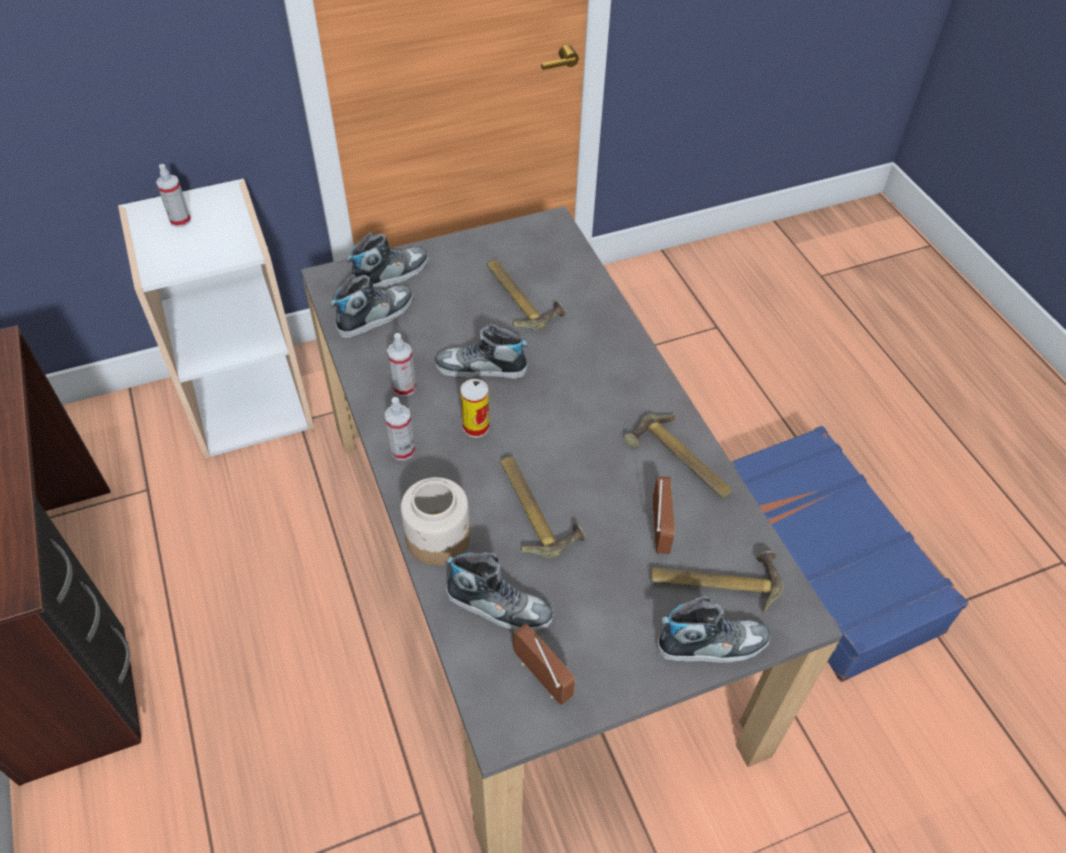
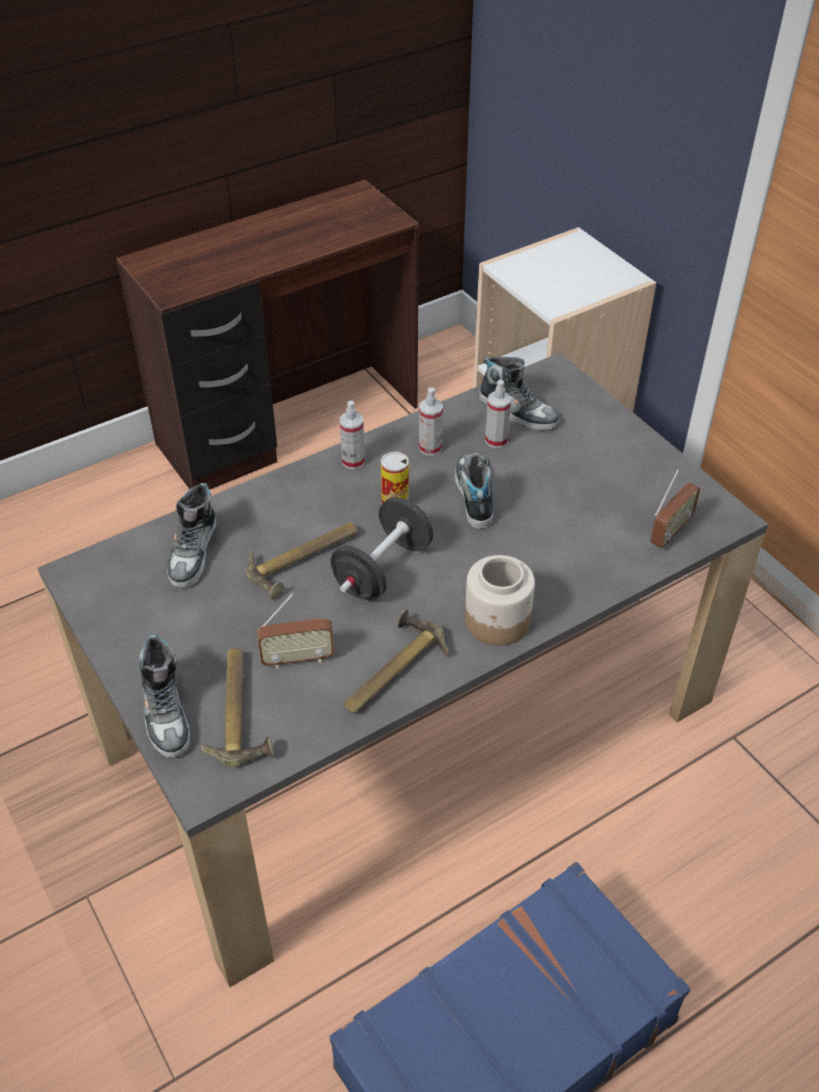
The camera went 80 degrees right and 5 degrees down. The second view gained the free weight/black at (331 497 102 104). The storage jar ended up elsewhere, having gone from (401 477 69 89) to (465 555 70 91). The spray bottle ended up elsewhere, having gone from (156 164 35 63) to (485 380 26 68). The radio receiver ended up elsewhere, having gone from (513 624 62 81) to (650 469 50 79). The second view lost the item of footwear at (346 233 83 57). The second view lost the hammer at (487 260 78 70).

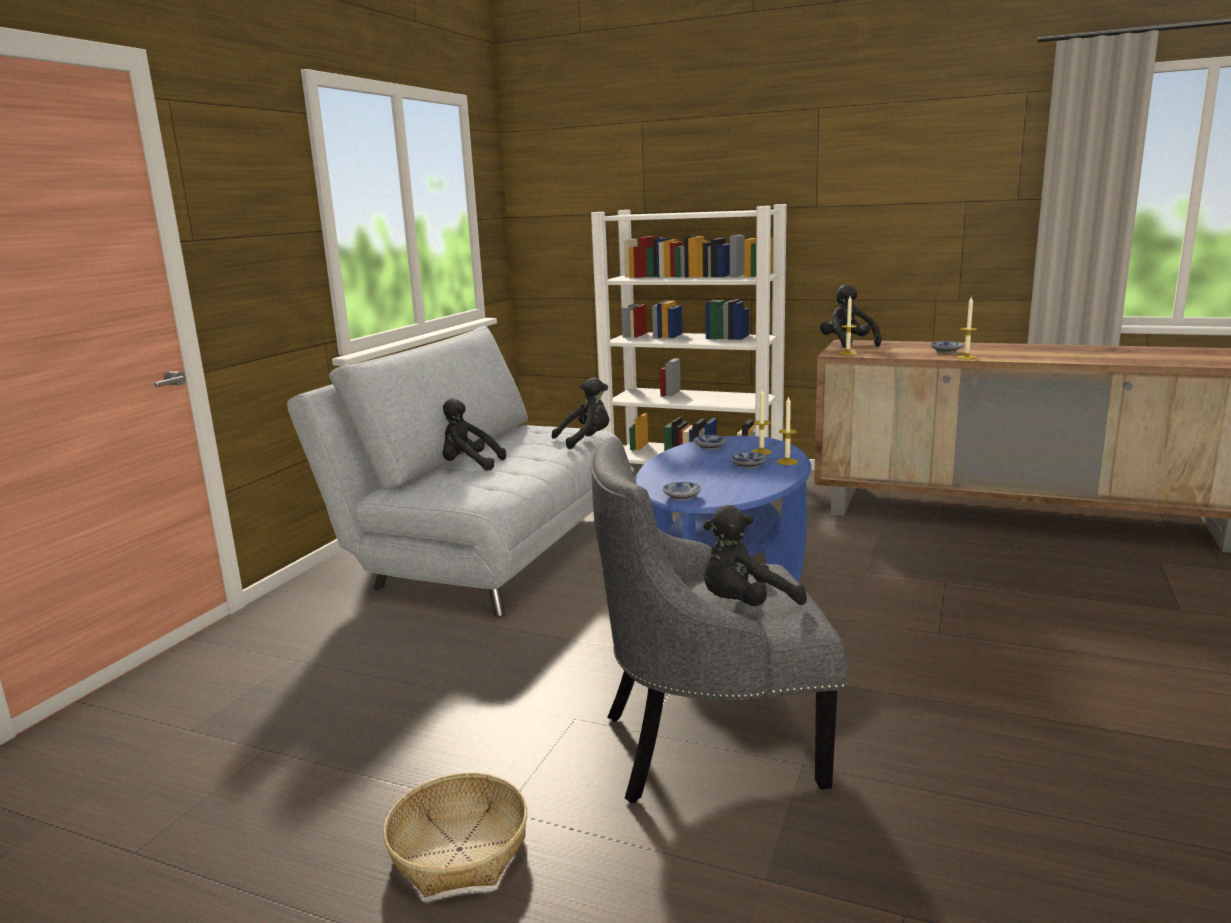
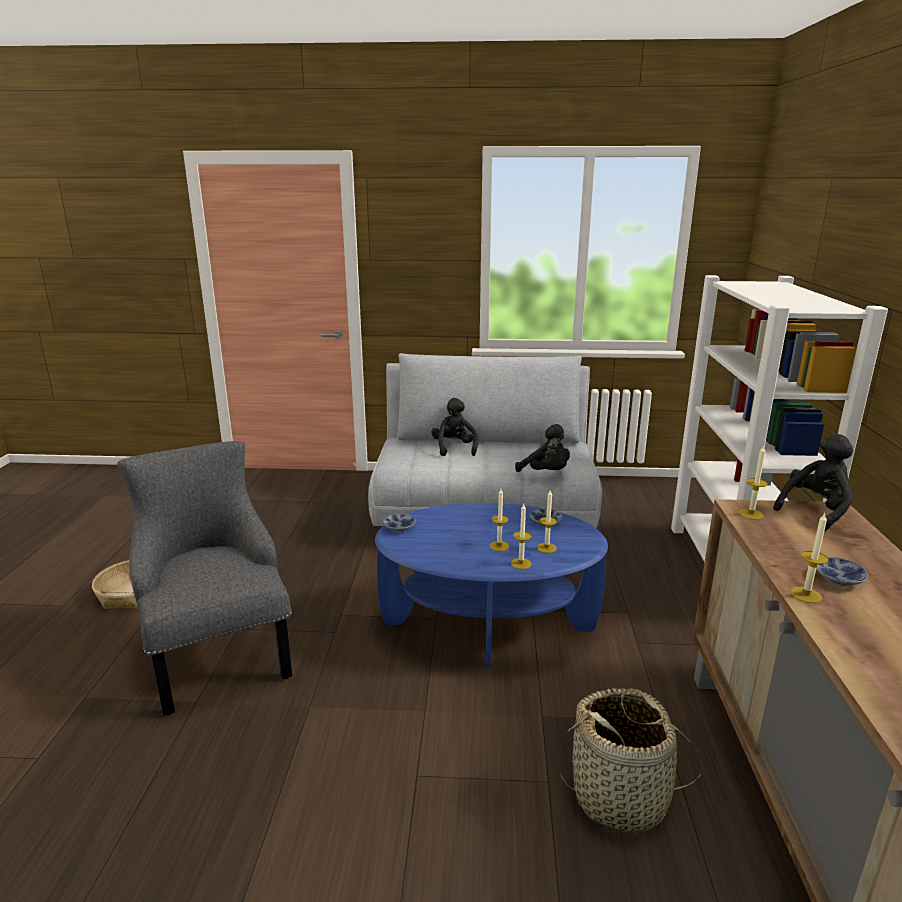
The camera went 70 degrees right and 5 degrees up. Where the serving bowl stood at (730 452 36 17), the candle came to stand at (489 489 20 62). The second view gained the storage basket at (560 688 142 144). The second view lost the plush toy/black at (703 505 104 101).

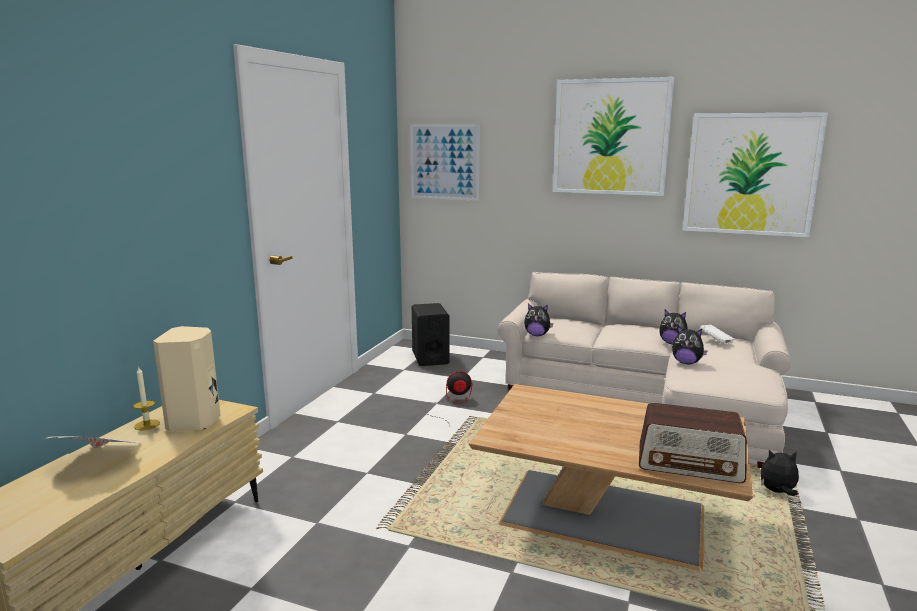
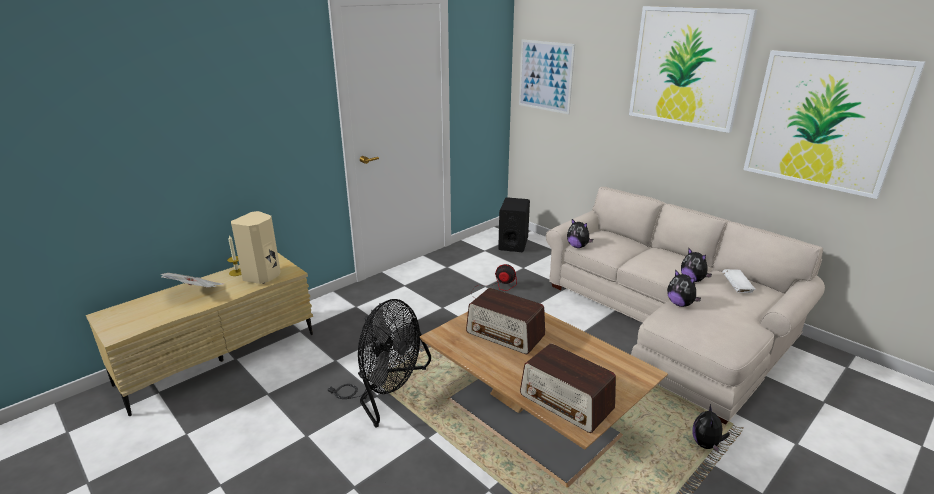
The camera went 25 degrees right and 10 degrees up. The second view gained the cooling fan/black at (328 299 103 129). The second view gained the radio receiver at (466 288 79 66). The plush toy at (760 450 39 46) ended up facing another way, 105 degrees counterclockwise from before.

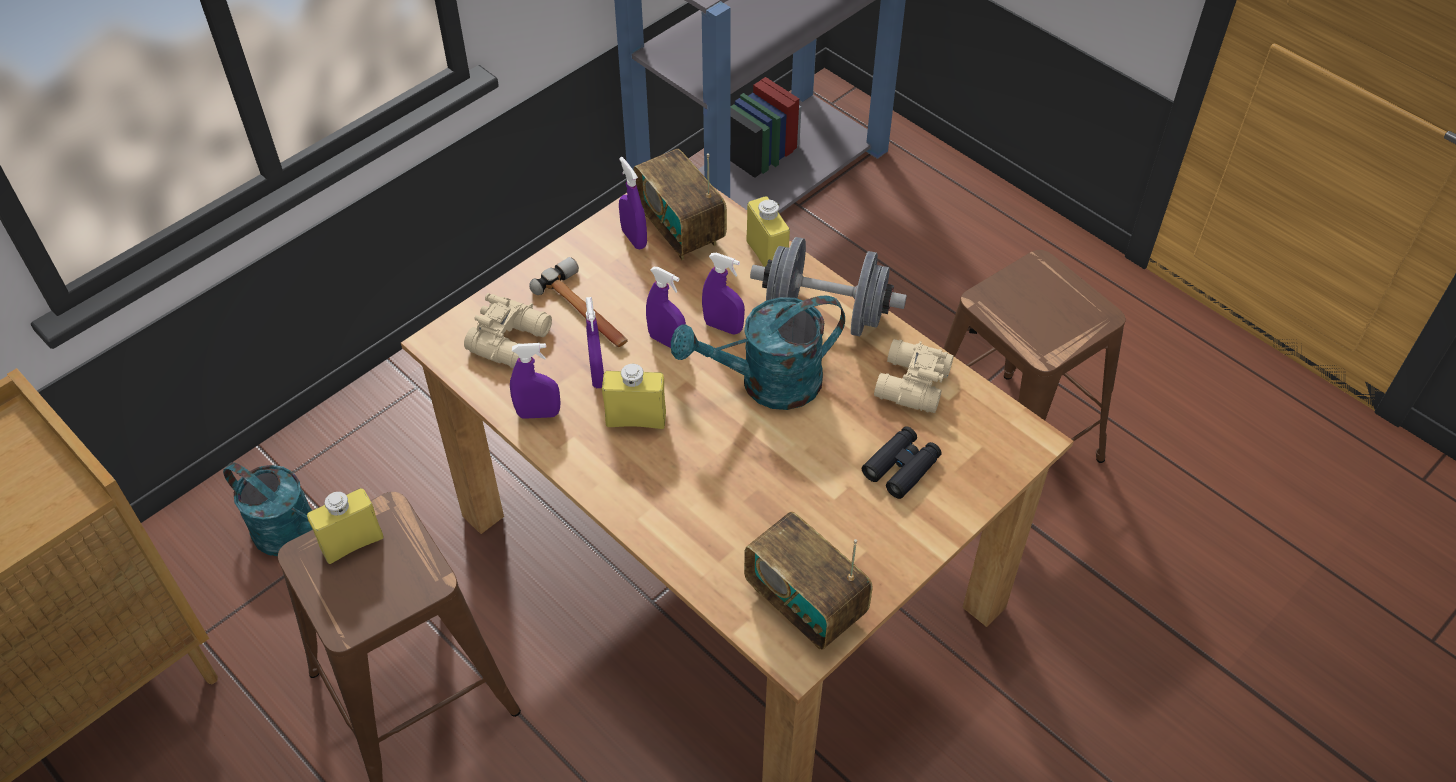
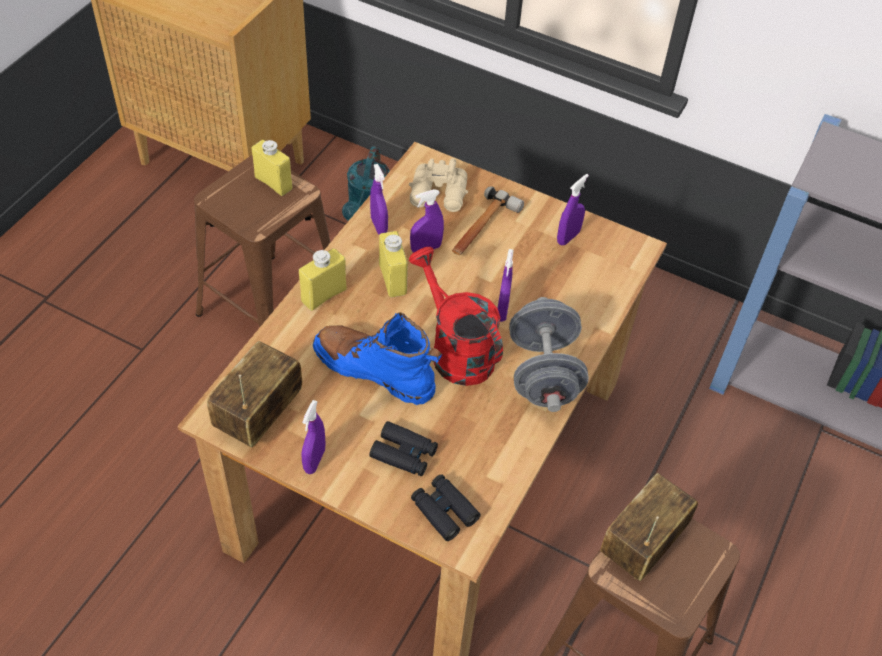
The camera went 70 degrees right and 0 degrees up. The bottle/yellow ended up elsewhere, having gone from (746 196 44 71) to (299 248 48 63). The spray bottle/purple-coloured ended up elsewhere, having gone from (646 267 40 81) to (301 400 25 74). The second view gained the tall boot/blue at (313 312 129 93). What was the watering pot/blue-green at (671 295 174 115) turned into the watering pot/red-coloured at (409 247 94 139). The second view gained the binoculars/black at (411 474 70 67). The radio receiver ended up elsewhere, having gone from (634 149 93 111) to (600 473 98 108). The second view lost the binoculars/beige-coloured at (874 339 80 74).

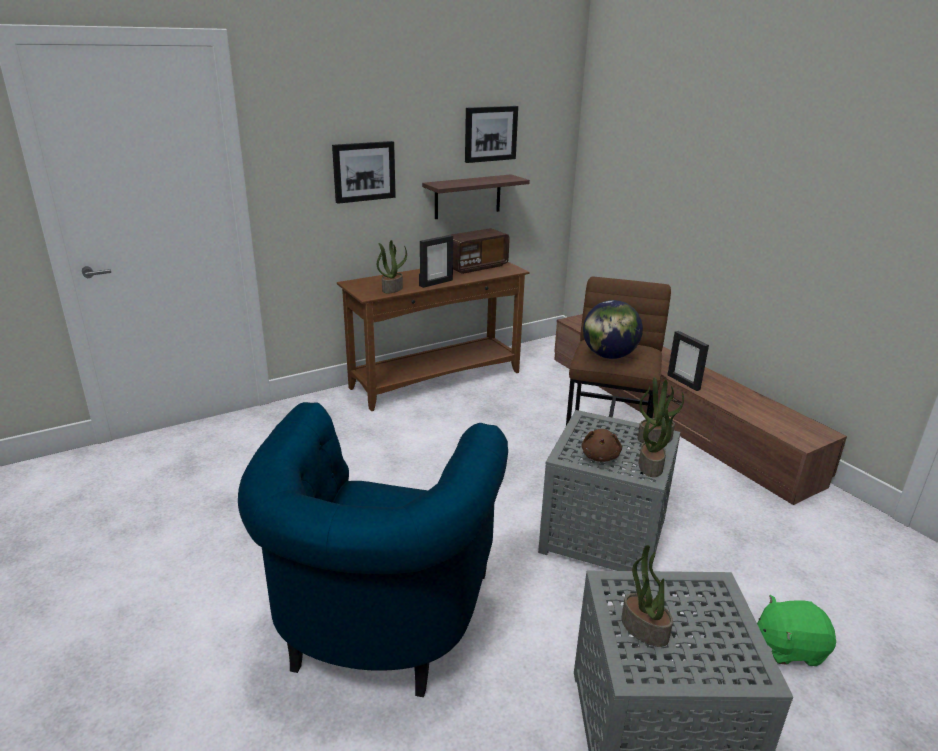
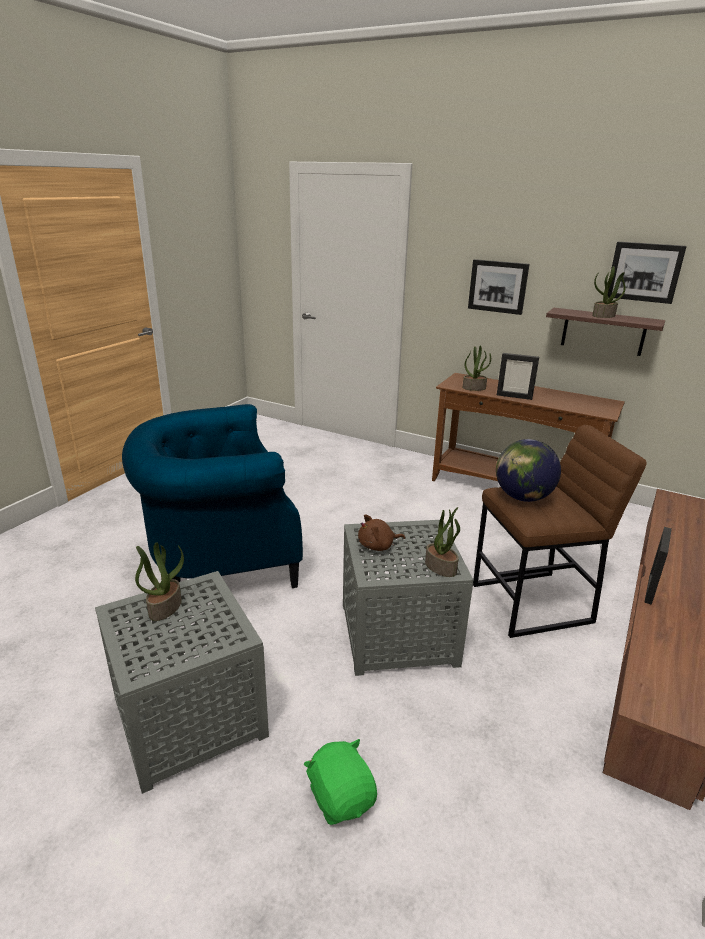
The camera went 60 degrees right and 0 degrees up. The plant in a pot ended up elsewhere, having gone from (639 406 41 71) to (592 266 34 52). The second view lost the radio receiver at (451 228 59 46).

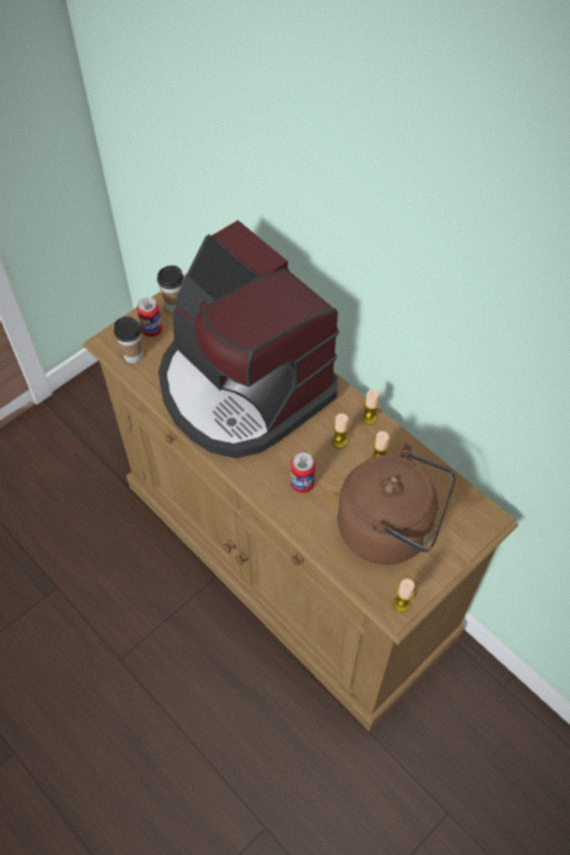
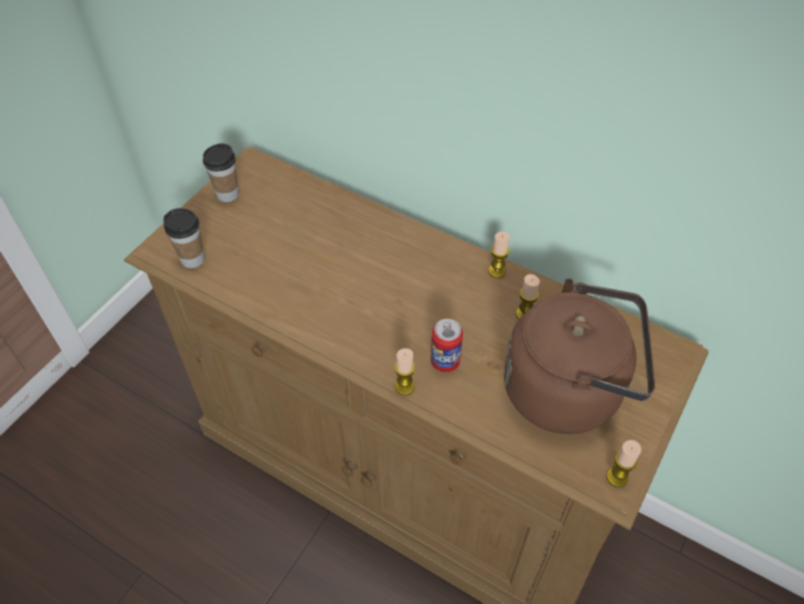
The camera went 15 degrees left and 5 degrees down. The candle ended up elsewhere, having gone from (332 413 17 36) to (394 348 21 48). The second view lost the sealed can at (137 297 26 40). The second view lost the coffee machine at (158 220 181 238).

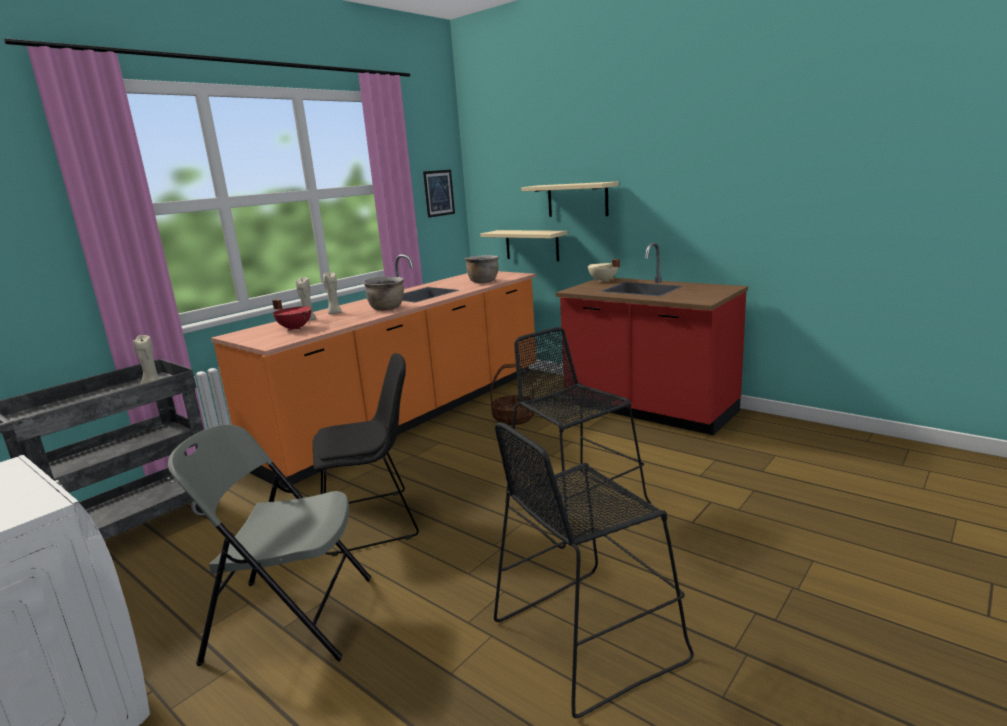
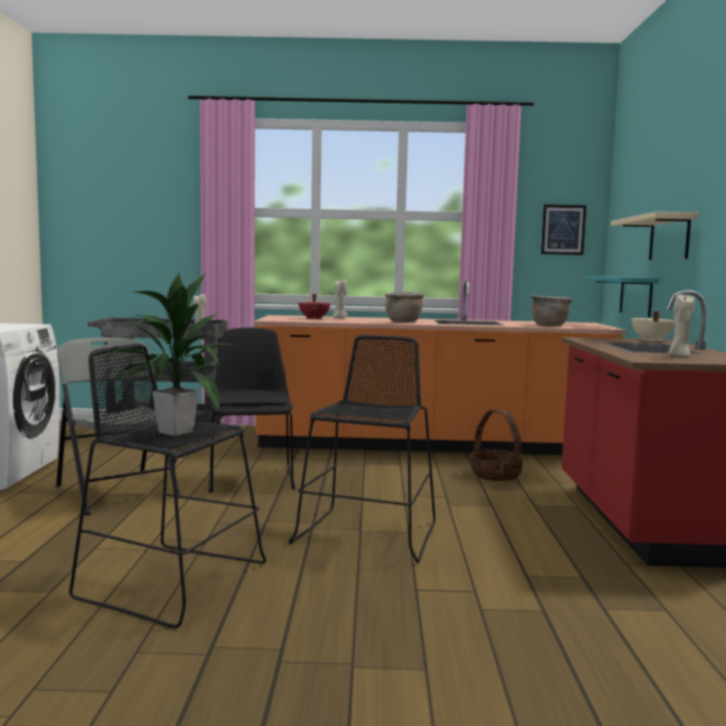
The camera went 50 degrees right and 10 degrees down. The second view gained the plant in a pot at (103 273 128 163). The chair/black at (313 353 106 203) ended up facing another way, 135 degrees counterclockwise from before. What was the wall shelf/beige-coloured at (480 230 88 31) turned into the wall shelf/blue-green at (586 276 73 41). The candle/beige-coloured ended up elsewhere, having gone from (323 272 19 43) to (668 294 27 63).

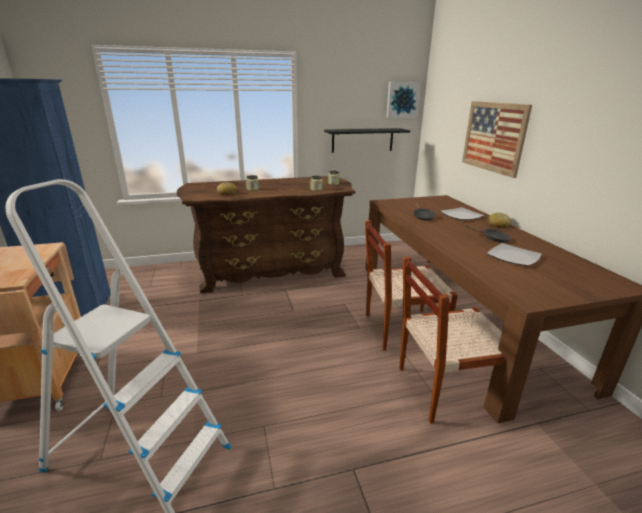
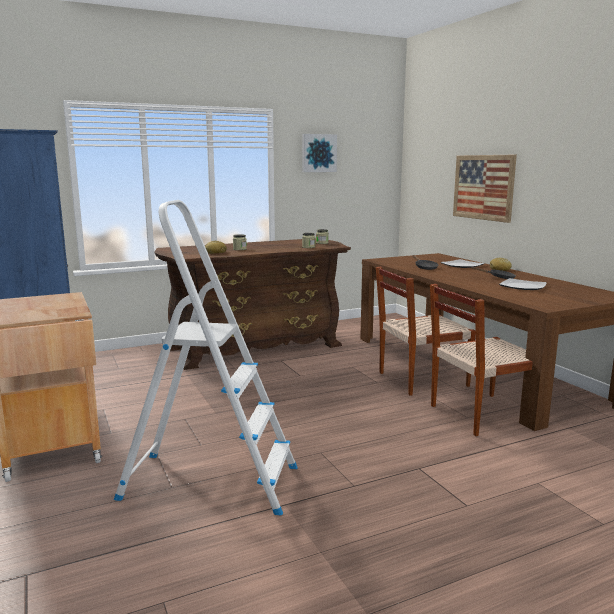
The camera went 10 degrees left and 10 degrees down. The picture ended up elsewhere, having gone from (386 82 35 36) to (302 134 35 38). The second view lost the wall shelf/black at (324 128 86 25).

